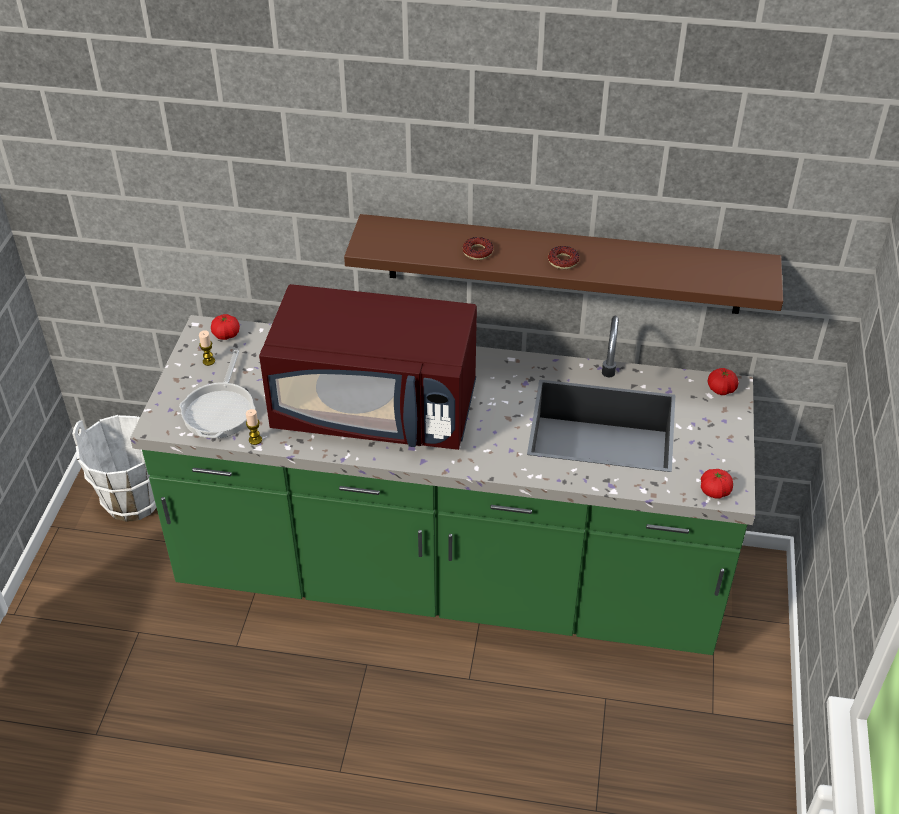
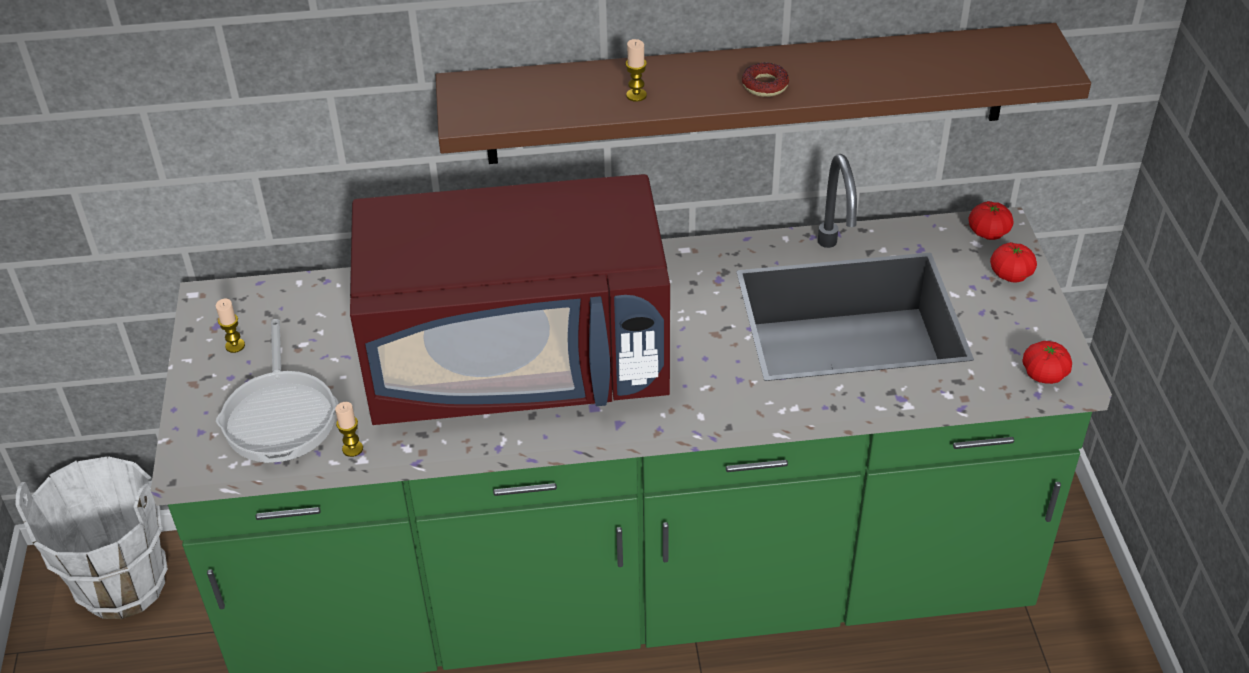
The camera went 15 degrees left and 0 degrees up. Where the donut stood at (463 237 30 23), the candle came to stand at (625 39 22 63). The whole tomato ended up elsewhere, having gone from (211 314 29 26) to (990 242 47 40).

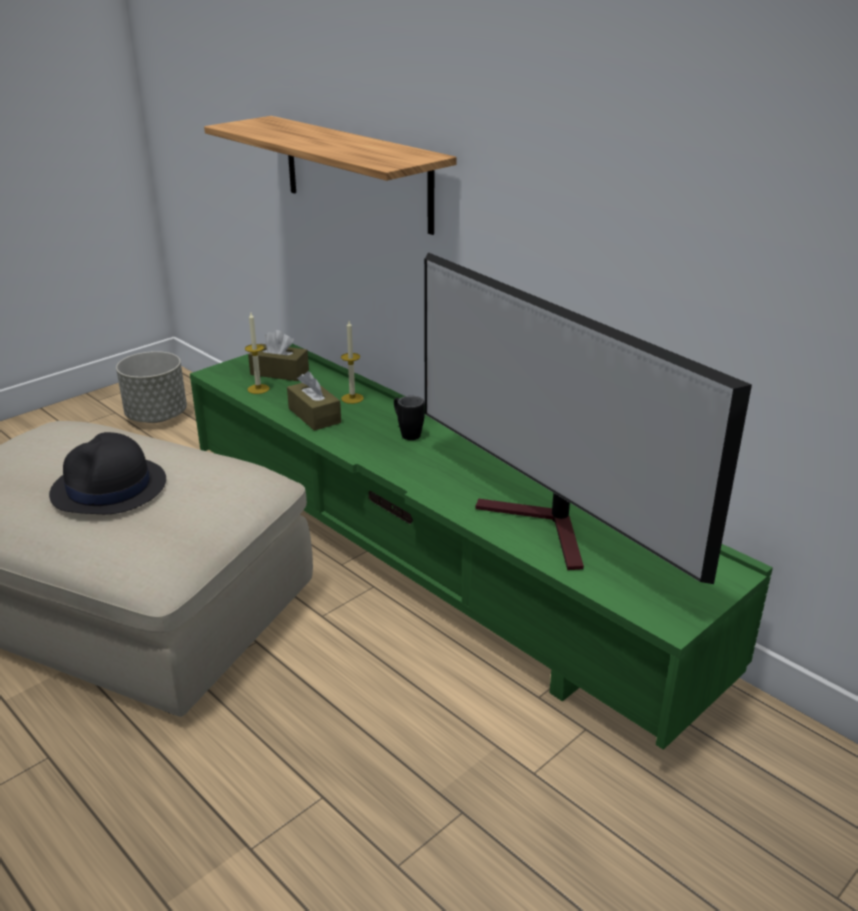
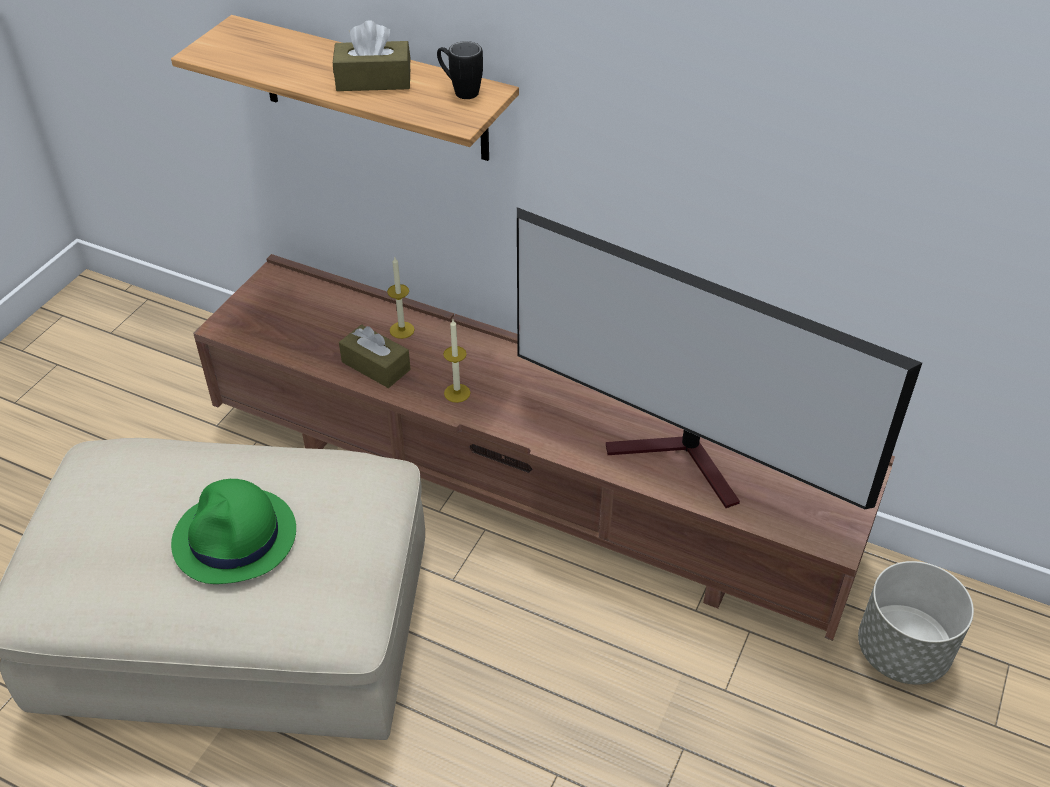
The camera went 20 degrees left and 15 degrees up. What was the hat/black at (49 432 117 82) turned into the hat/green at (171 479 125 105). What was the media console/green at (190 343 583 407) turned into the media console/brown at (193 254 702 387). The tissue holder/brown ended up elsewhere, having gone from (248 330 61 51) to (333 20 77 71). The tea mug/black ended up elsewhere, having gone from (394 396 31 44) to (437 41 46 58). The candle ended up elsewhere, having gone from (245 313 25 81) to (443 320 27 83). The flower pot/grey ended up elsewhere, having gone from (116 351 71 72) to (858 561 116 124).

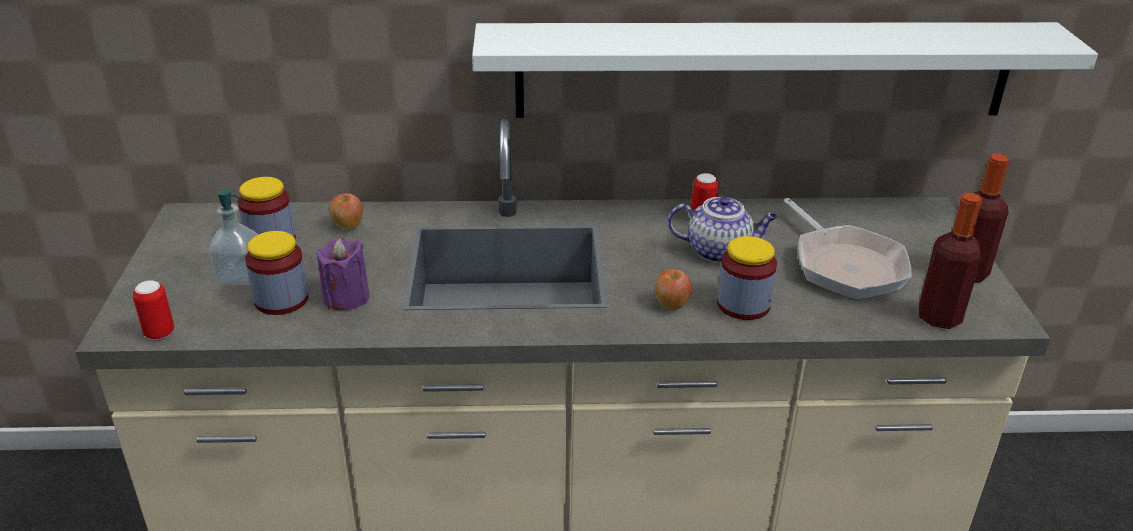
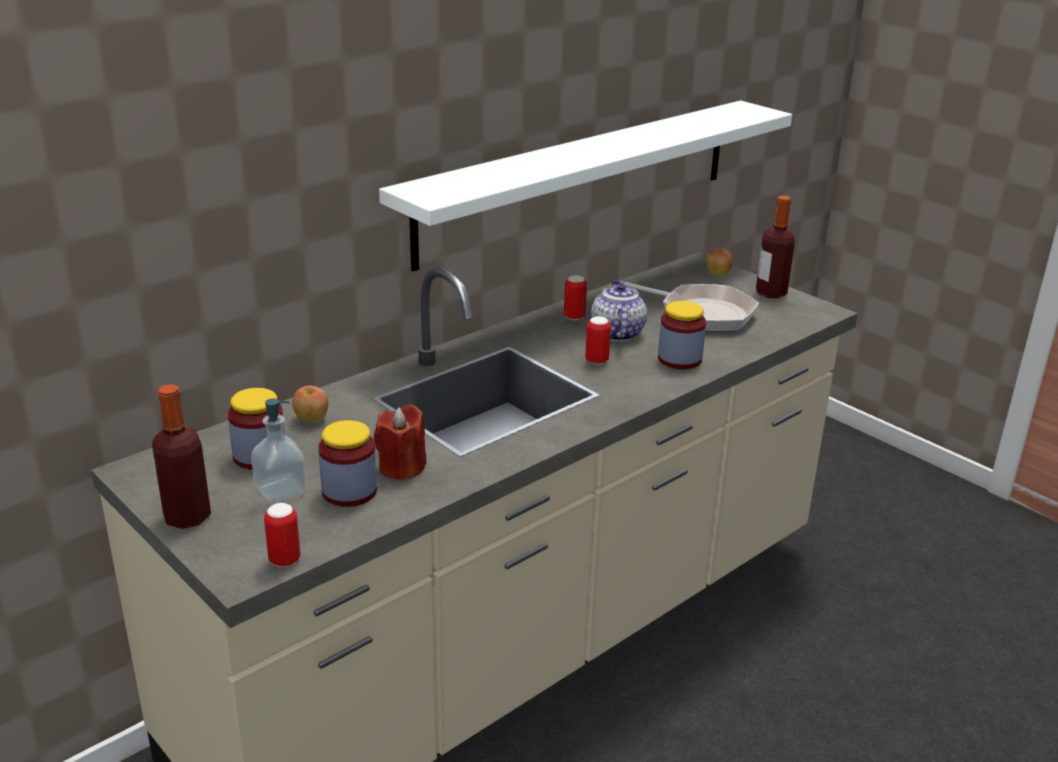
The camera went 40 degrees left and 5 degrees down. The bottle ended up elsewhere, having gone from (918 193 64 136) to (152 384 59 145). What was the candle/purple-coloured at (317 238 53 72) turned into the candle/red-coloured at (374 405 52 76). The second view gained the sealed can at (585 316 26 49). The tea pot at (668 196 110 67) ended up facing another way, 60 degrees counterclockwise from before. The apple fruit ended up elsewhere, having gone from (655 269 37 42) to (706 248 27 29).

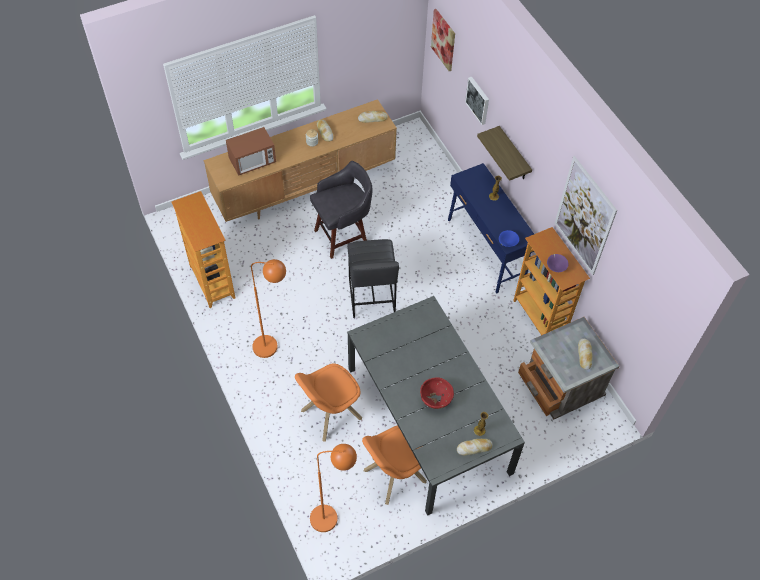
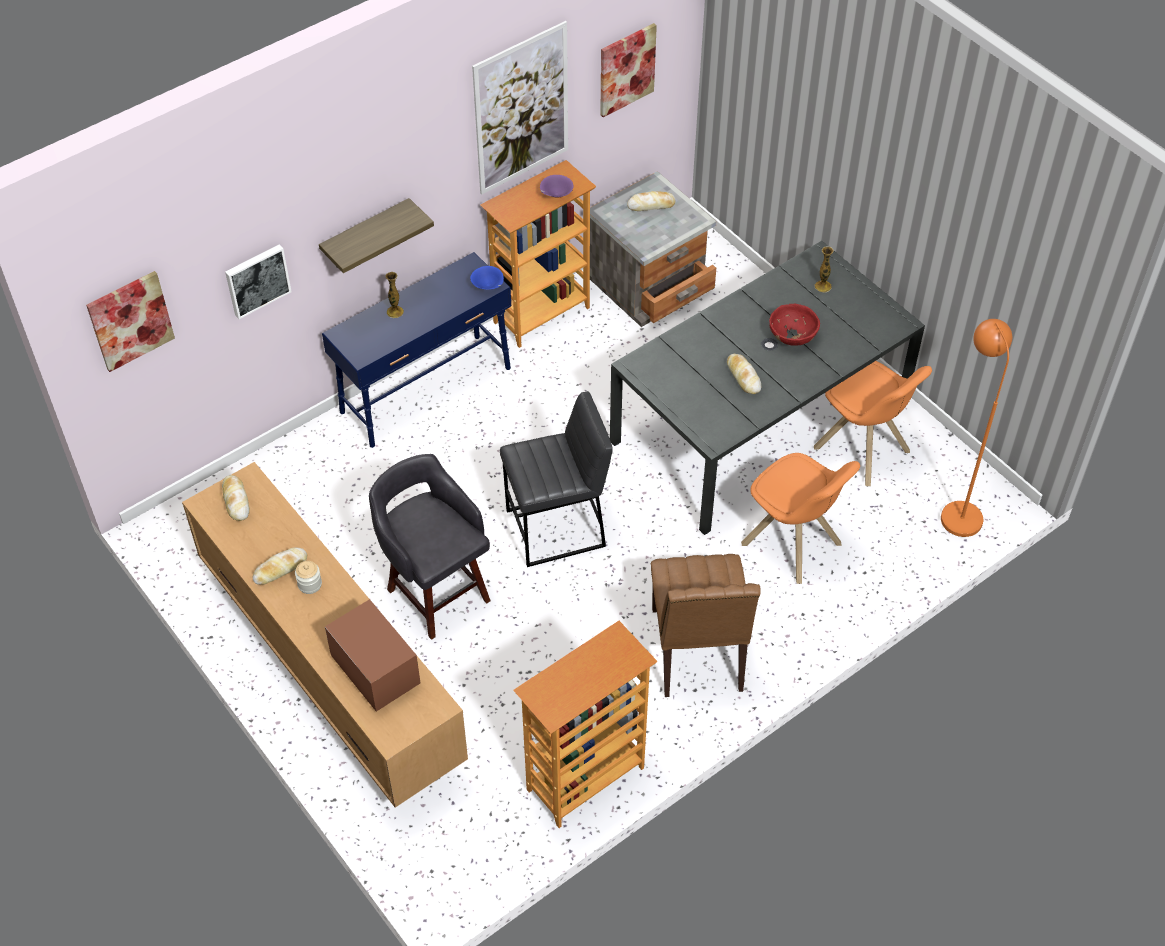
The camera went 100 degrees left and 5 degrees down. The second view gained the picture at (600 23 57 94). Where the standard lamp/orangey stood at (251 259 35 99), the chair/brown came to stand at (651 554 110 143). The bakery bread ended up elsewhere, having gone from (457 439 36 16) to (727 354 34 40).

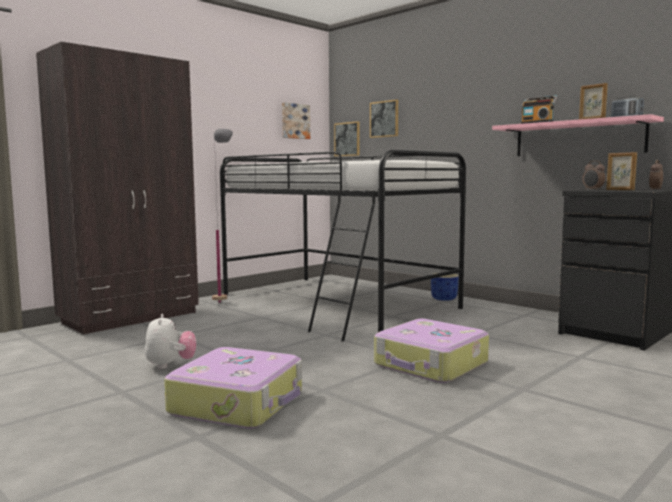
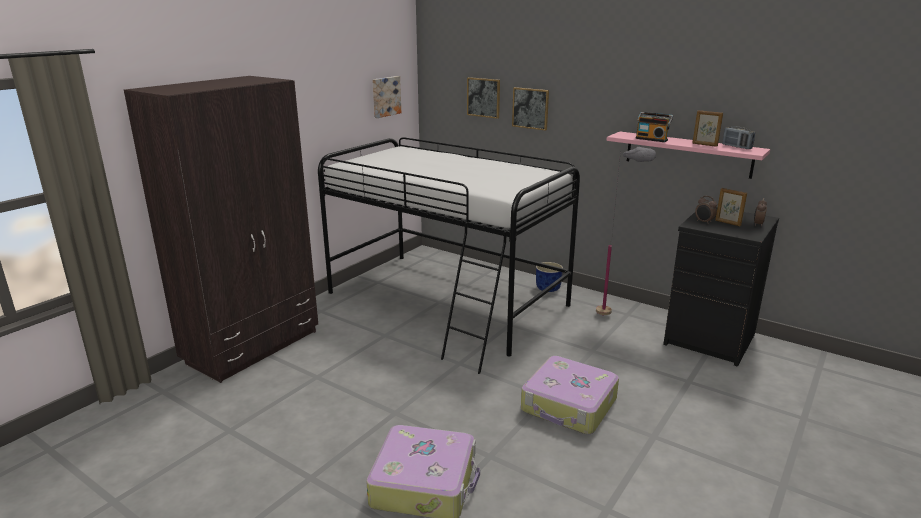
The camera went 10 degrees left and 15 degrees up. The picture ended up elsewhere, having gone from (334 121 26 35) to (512 87 37 44). The standard lamp/grey ended up elsewhere, having gone from (212 129 21 174) to (596 147 60 169). The second view lost the plush toy at (145 314 51 55).

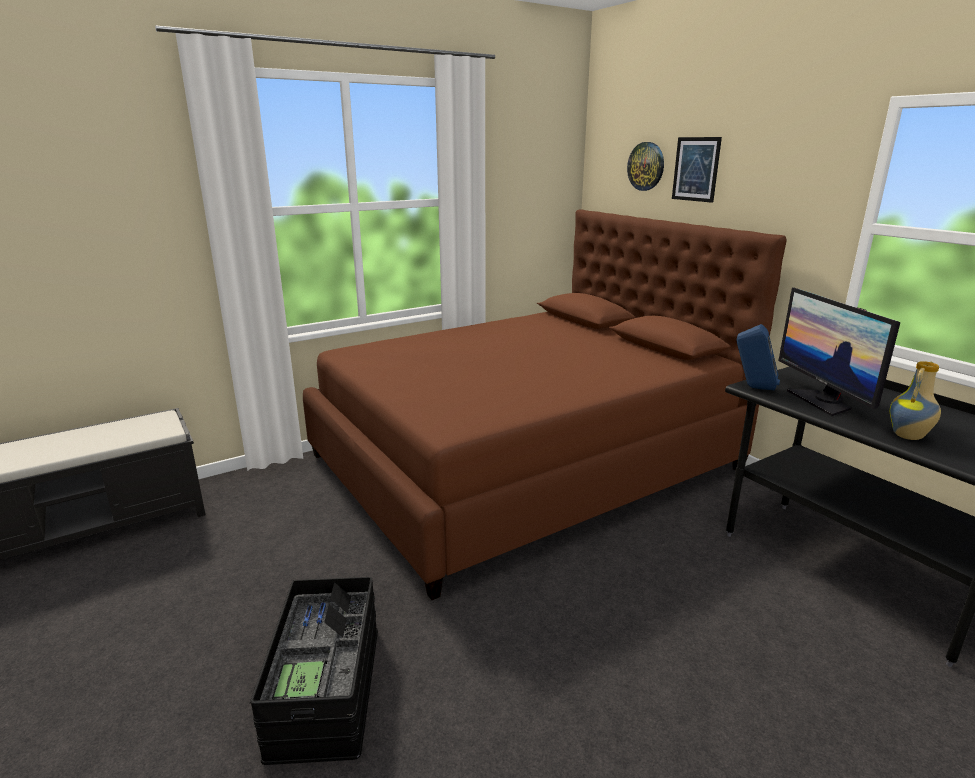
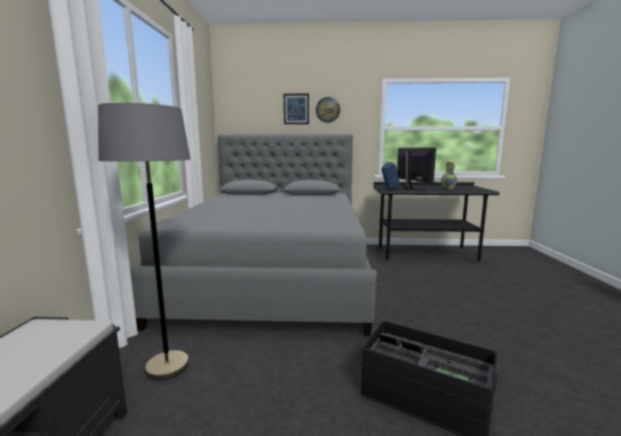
The camera went 55 degrees left and 10 degrees down. The second view gained the standard lamp/grey at (98 103 92 277). What was the bedroom bed/brown at (303 209 483 391) turned into the bedroom bed/grey at (130 134 247 202). The clock on the wall ended up elsewhere, having gone from (627 142 37 49) to (316 97 24 26). The monitor at (778 288 122 128) ended up facing another way, 135 degrees counterclockwise from before.

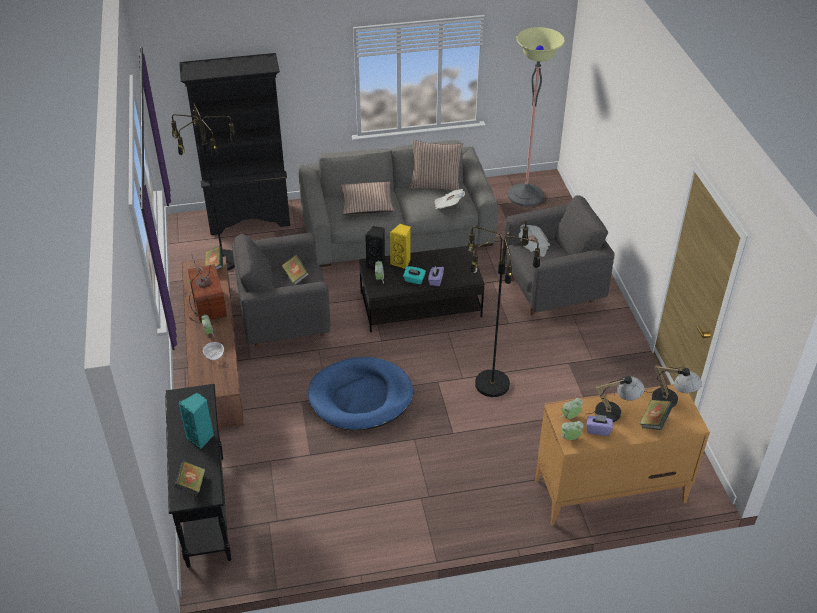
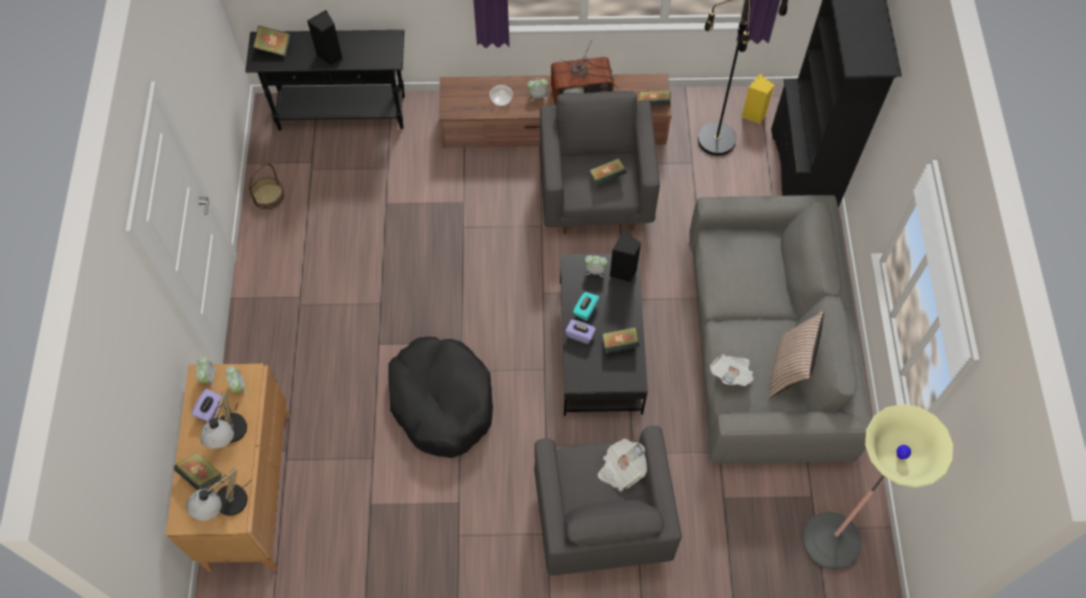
The camera went 100 degrees right and 20 degrees up. The second view gained the storage basket at (249 163 36 47). What was the speaker/blue-green at (178 392 36 57) turned into the speaker/black at (307 10 36 56). Where the standard lamp stood at (468 221 72 176), the dog bed/black came to stand at (389 337 104 121). The second view gained the book at (602 327 38 26). The speaker/yellow ended up elsewhere, having gone from (390 224 21 45) to (741 74 33 49). The second view lost the dog bed/blue at (308 357 105 73). The second view lost the throw pillow at (341 181 54 34).

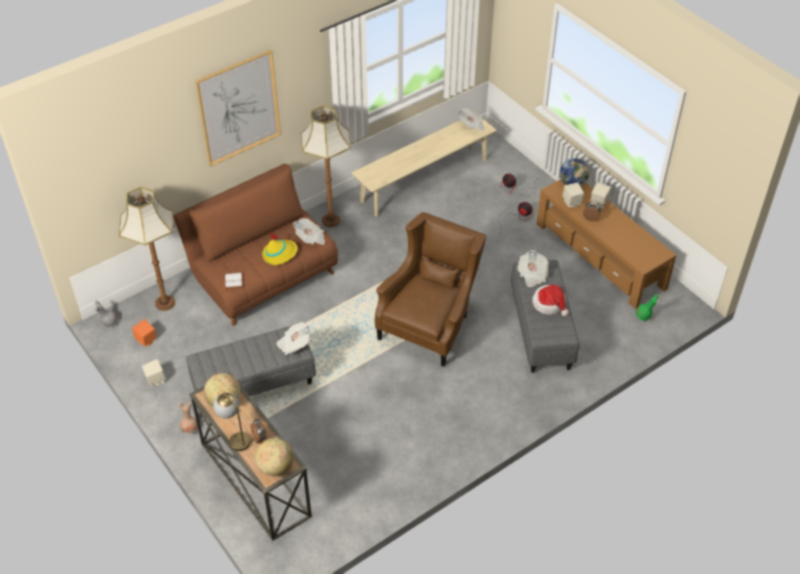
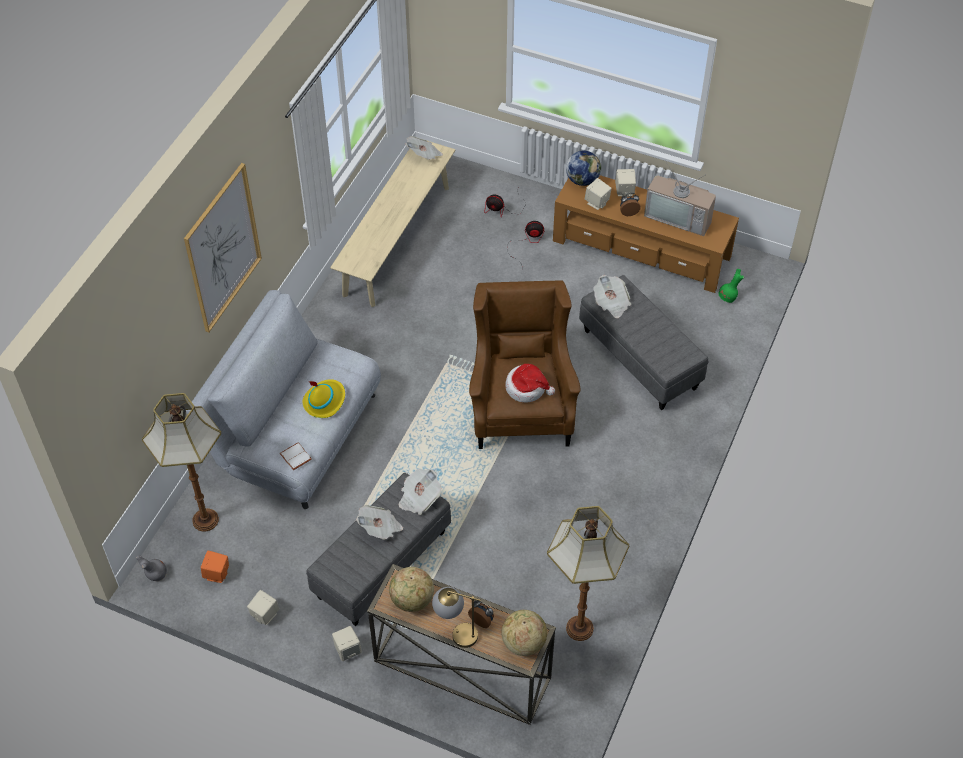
The camera went 30 degrees left and 5 degrees up. What was the sofa/brown at (174 164 164 162) turned into the sofa/grey at (186 290 195 219). Where the flower vase/brown stood at (178 402 20 32), the speaker/beige-coloured came to stand at (332 626 30 35). The printed paper ended up elsewhere, having gone from (293 218 32 27) to (356 505 47 35). The hat ended up elsewhere, having gone from (532 285 37 31) to (505 364 50 39). The standard lamp ended up elsewhere, having gone from (301 105 50 122) to (547 506 82 135). The second view gained the TV at (644 162 72 74).

